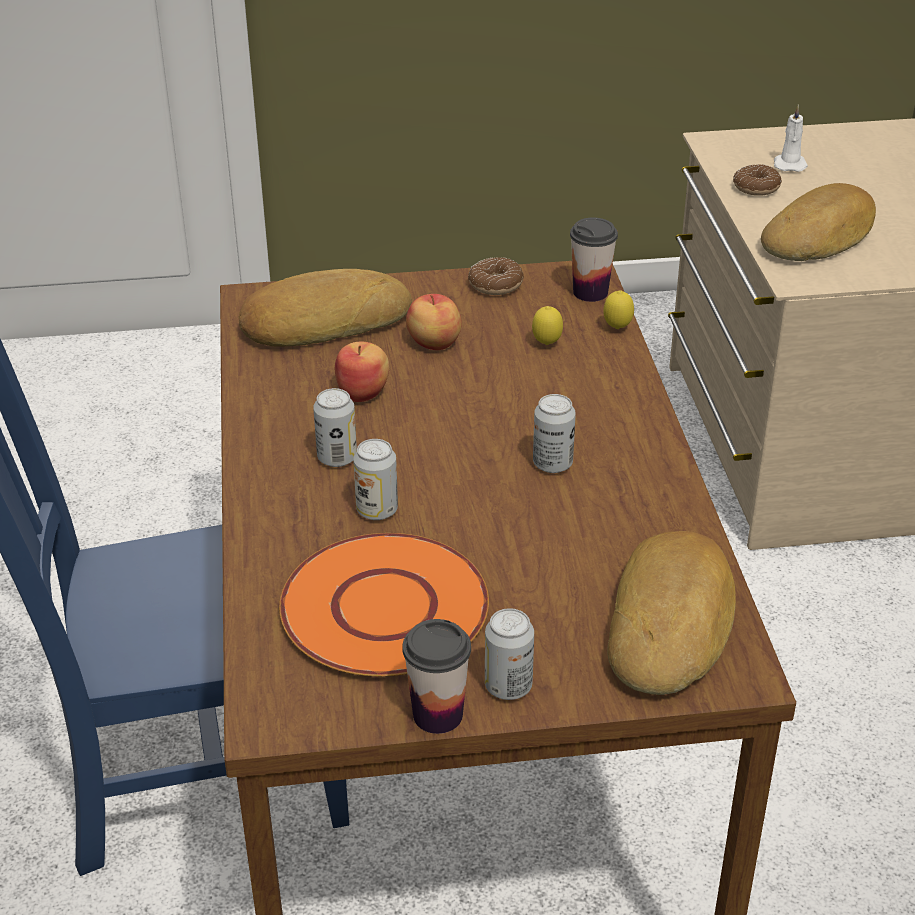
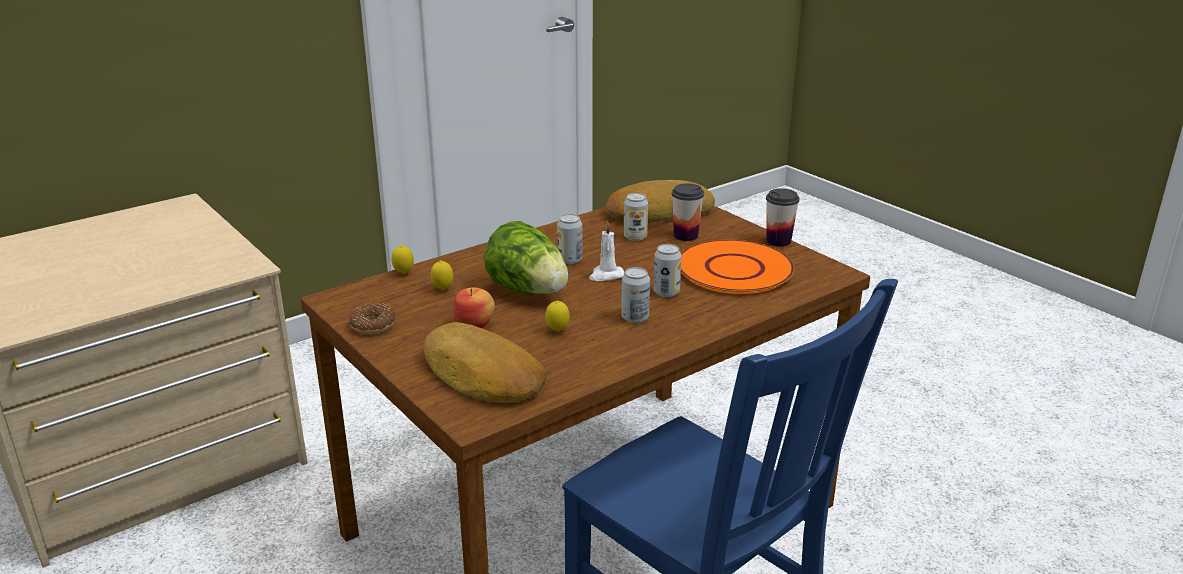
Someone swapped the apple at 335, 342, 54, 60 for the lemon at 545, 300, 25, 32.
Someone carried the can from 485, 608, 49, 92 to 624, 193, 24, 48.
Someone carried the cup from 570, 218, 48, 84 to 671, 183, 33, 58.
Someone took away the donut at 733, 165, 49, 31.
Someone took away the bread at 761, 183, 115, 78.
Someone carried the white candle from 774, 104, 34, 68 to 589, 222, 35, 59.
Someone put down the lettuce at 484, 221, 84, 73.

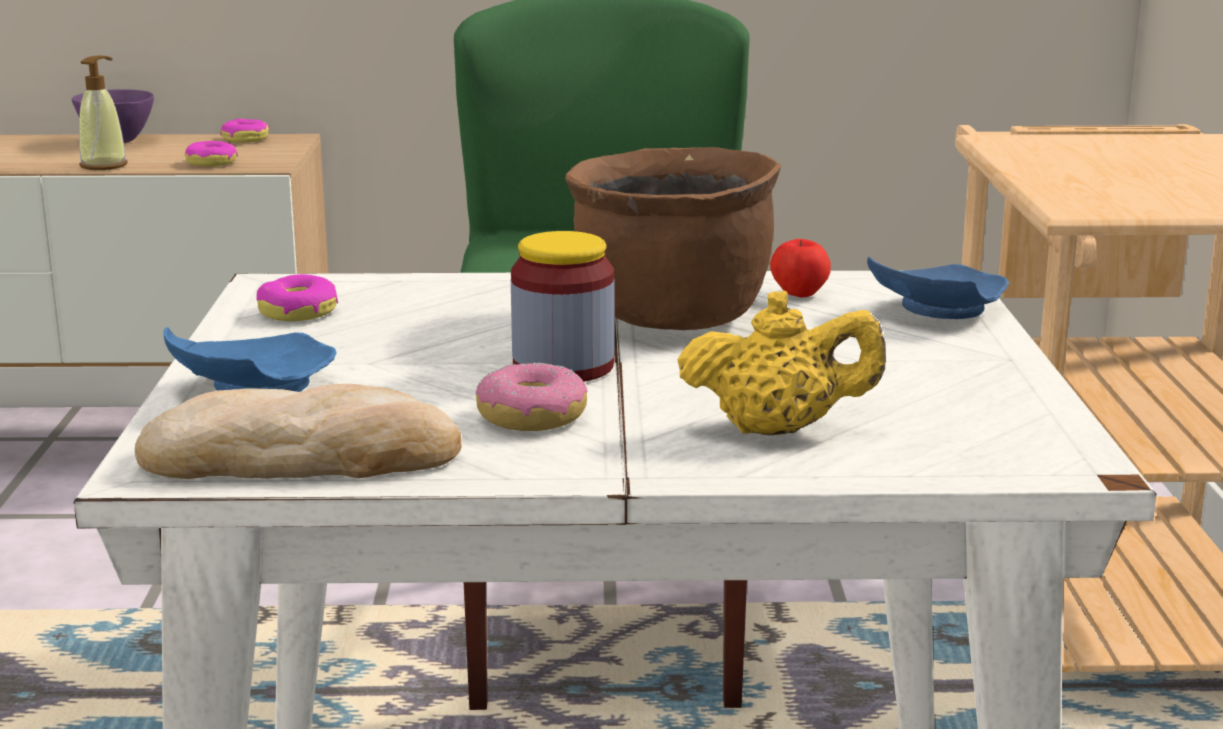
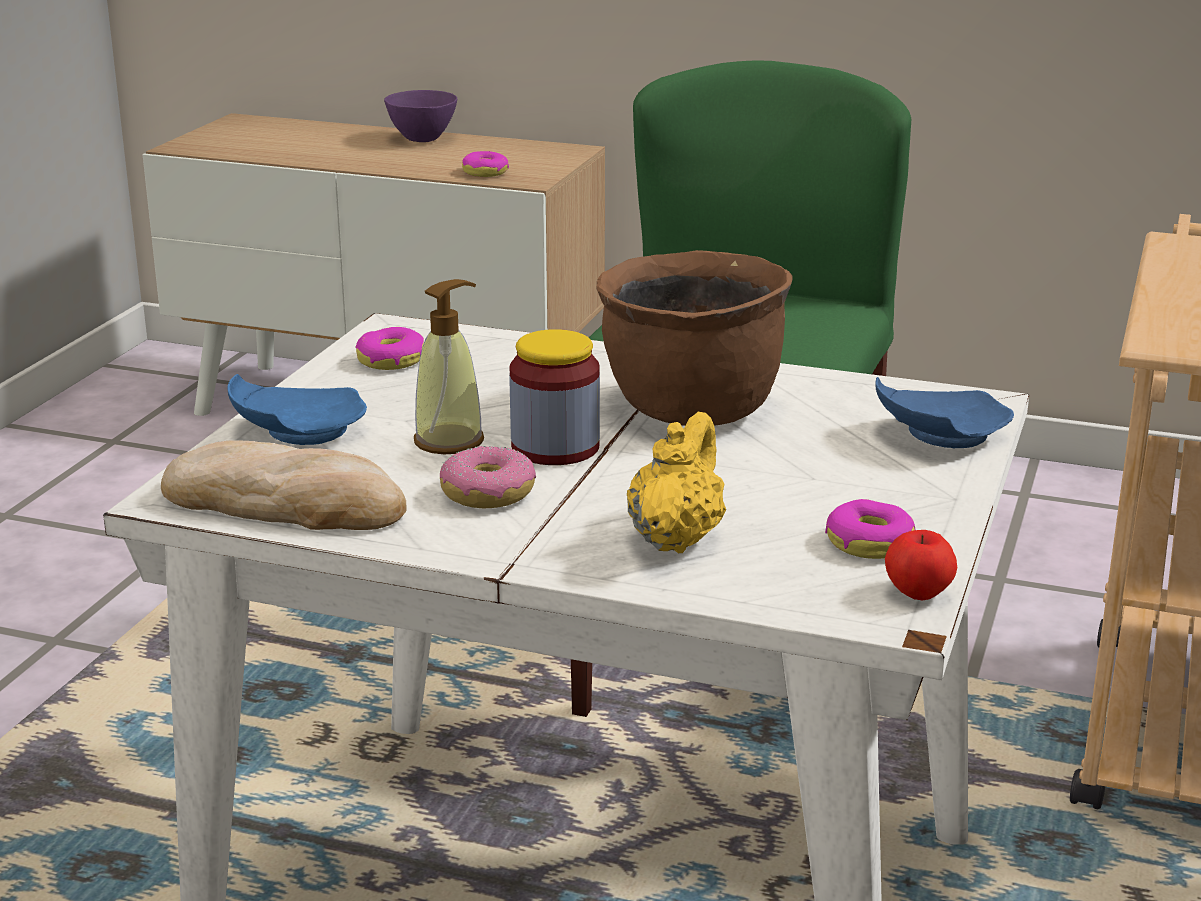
Someone carried the soap dispenser from 79, 55, 49, 115 to 414, 279, 70, 175.
Someone carried the donut from 221, 119, 49, 24 to 825, 499, 90, 60.
Someone rotated the yellow teapot at 677, 291, 209, 145 by 90 degrees counterclockwise.
Someone carried the apple from 770, 239, 61, 59 to 885, 530, 72, 70.

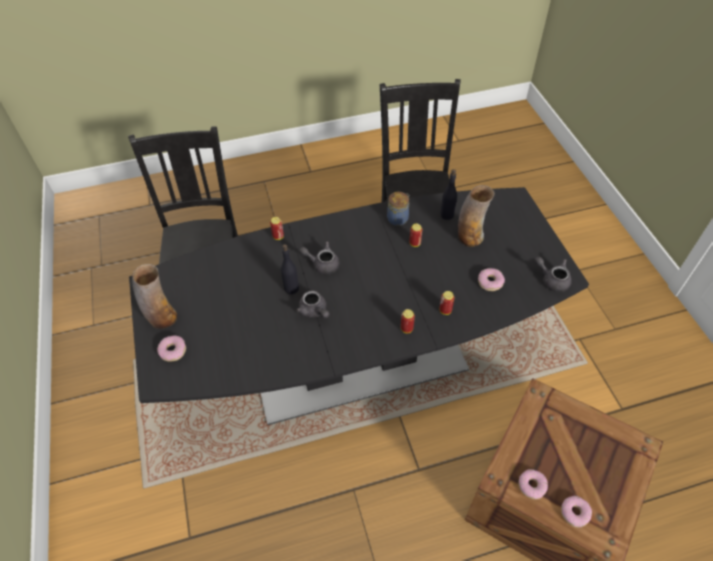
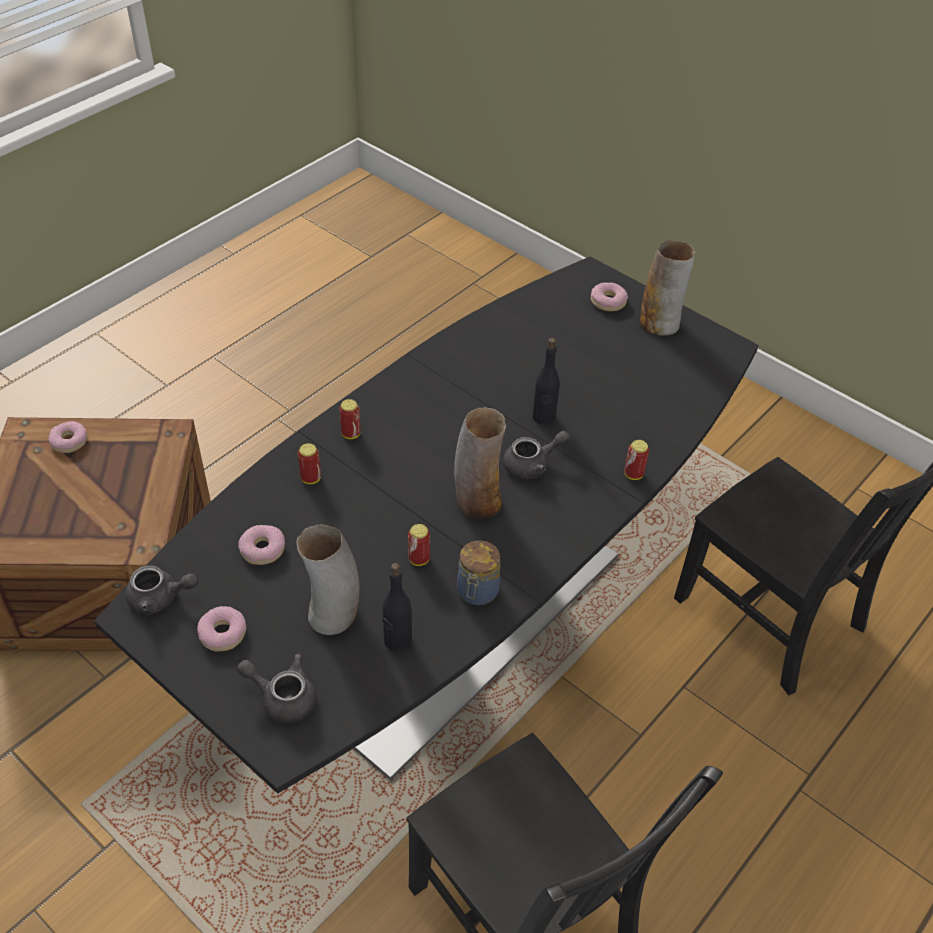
Someone carried the grey teapot from 296, 291, 34, 27 to 237, 653, 80, 70.
Someone carried the donut from 519, 469, 29, 31 to 197, 606, 49, 46.
Someone put down the vase at 454, 407, 52, 112.

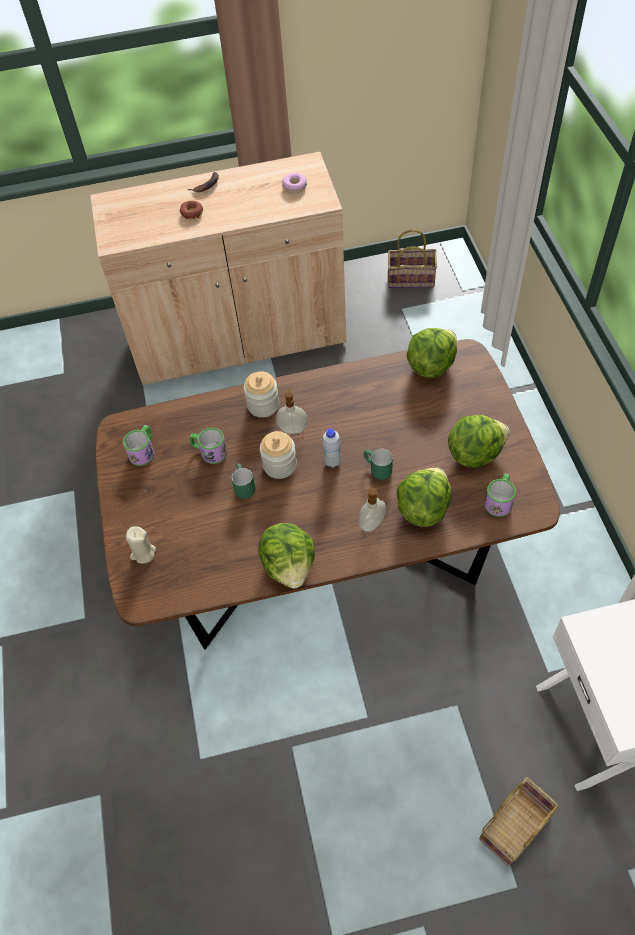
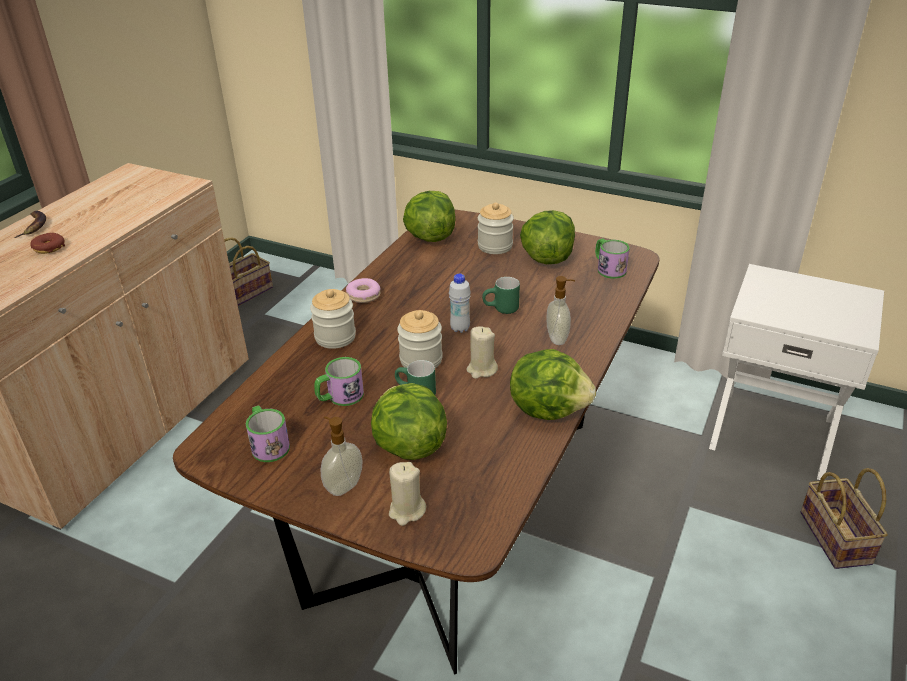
Someone carried the soap dispenser from 276, 387, 32, 47 to 320, 416, 42, 80.
Someone carried the donut from 282, 173, 25, 20 to 346, 278, 34, 25.
Someone carried the lettuce from 397, 467, 54, 60 to 371, 383, 76, 77.
Someone put down the beige candle at 466, 326, 32, 53.
Someone put down the jar at 478, 202, 36, 52.

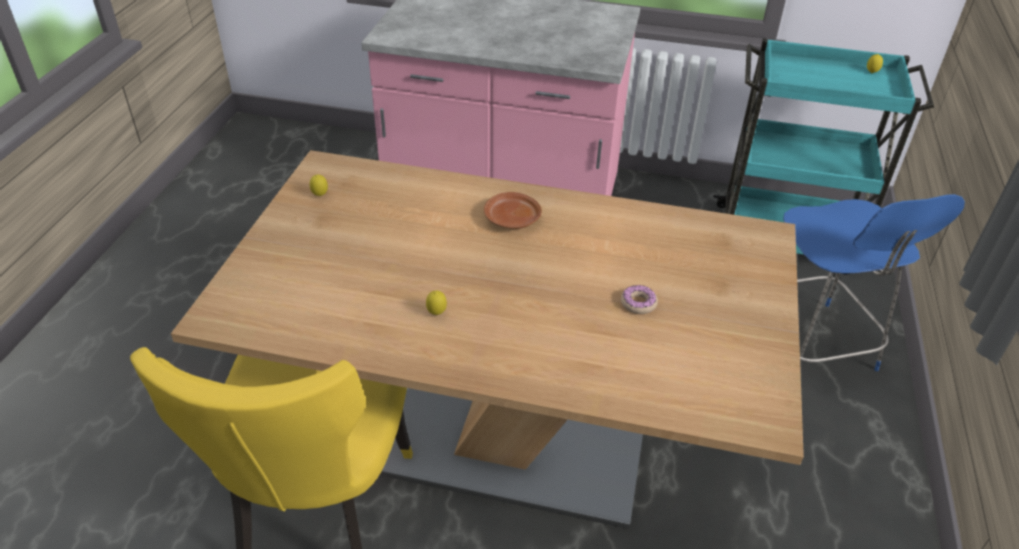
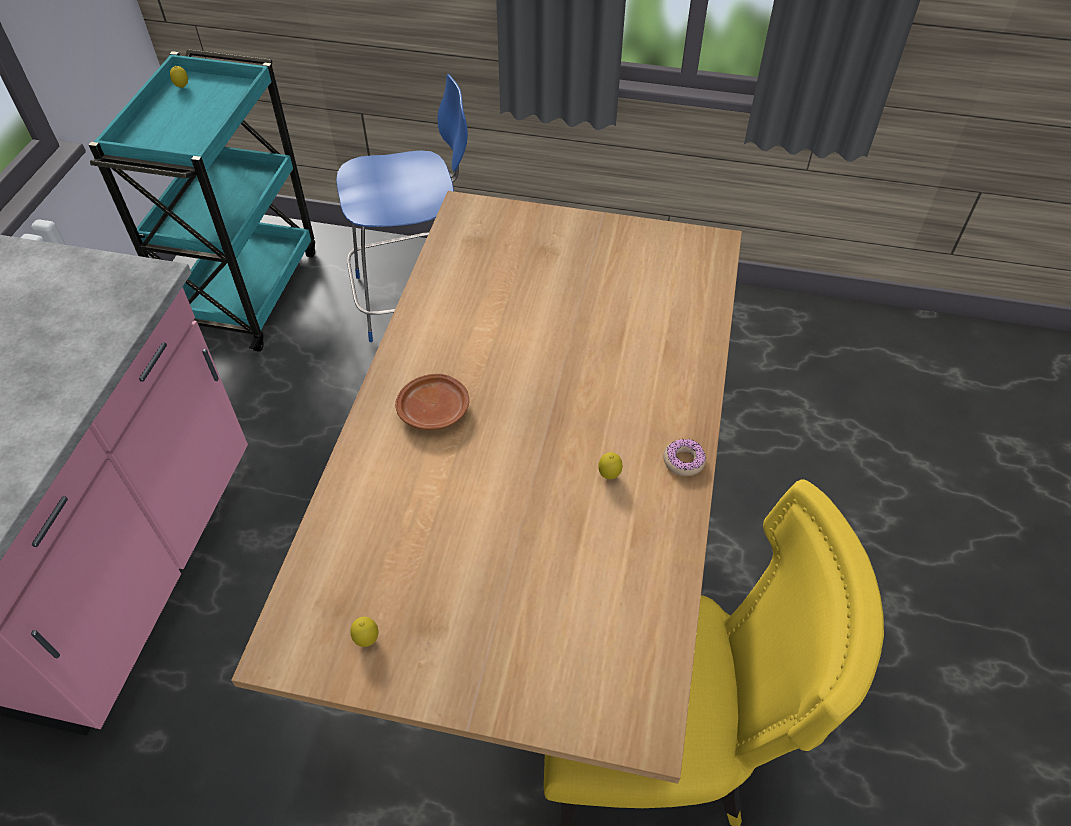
Someone carried the donut from 621, 285, 37, 29 to 663, 439, 43, 37.

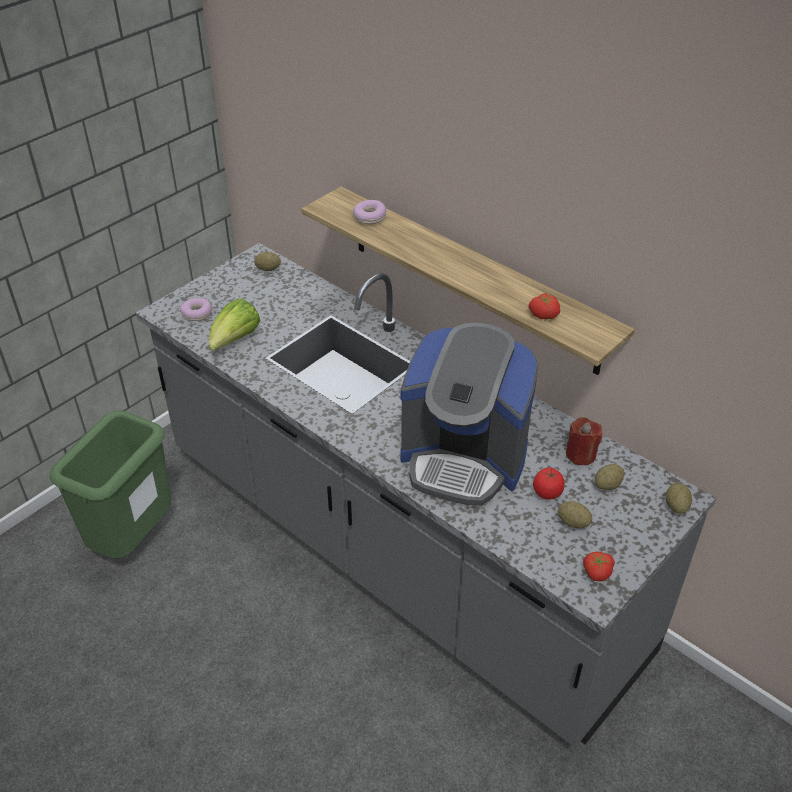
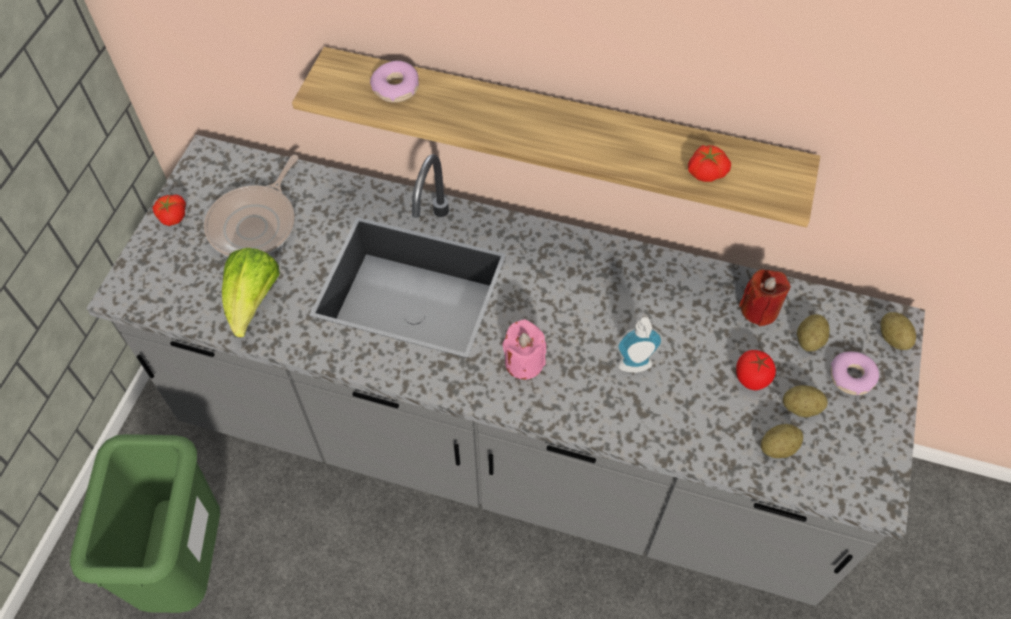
Someone carried the donut from 180, 298, 32, 23 to 831, 352, 48, 43.
Someone carried the potato from 254, 252, 27, 19 to 761, 424, 42, 34.
Someone swapped the coffee machine at 400, 323, 139, 183 for the soap dispenser at 616, 317, 47, 56.
Someone carried the tomato from 583, 552, 32, 29 to 152, 194, 34, 32.
Someone put down the frying pan at 204, 155, 95, 102.
Someone put down the pink candle at 502, 319, 44, 61.

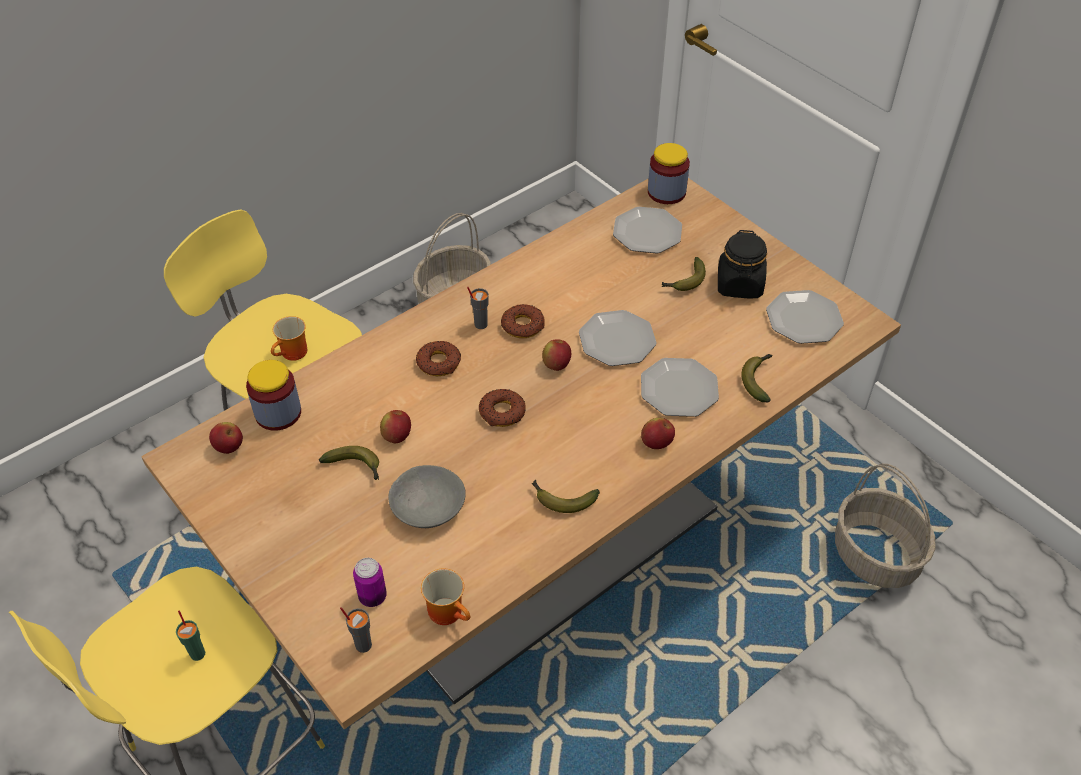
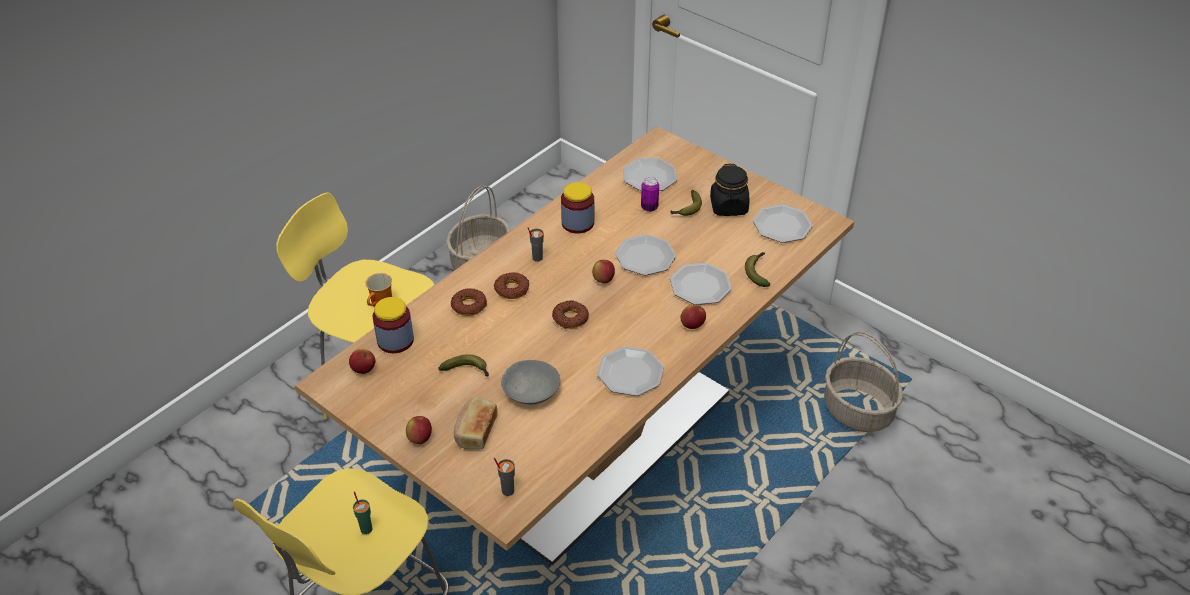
Someone carried the can from 353, 558, 34, 49 to 641, 177, 18, 35.
Someone carried the apple from 380, 410, 31, 33 to 406, 416, 26, 28.
Someone took away the mug at 421, 568, 49, 57.
Someone carried the donut from 501, 304, 44, 34 to 451, 288, 36, 28.
Someone swapped the banana at 532, 480, 68, 33 for the plate at 597, 346, 67, 50.
Someone carried the jar from 648, 143, 42, 61 to 561, 182, 33, 52.
Someone put down the bread at 454, 397, 43, 52.

